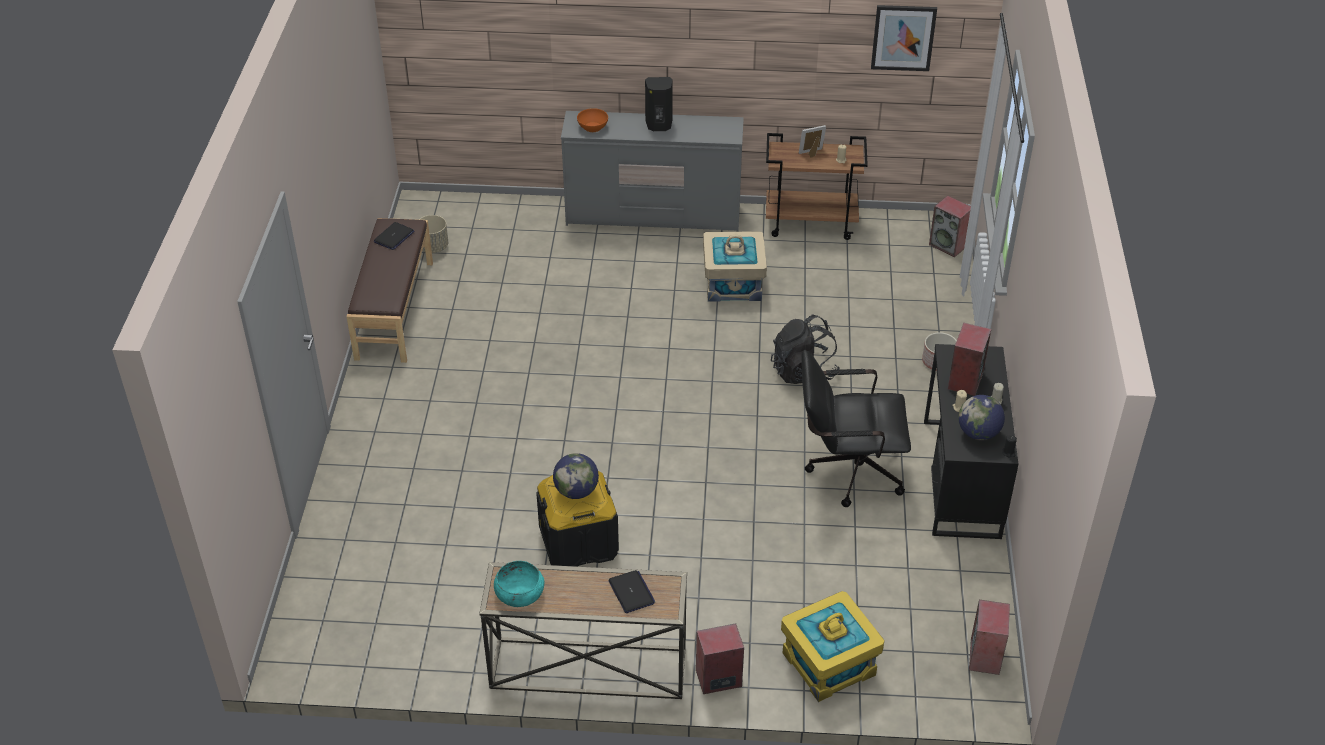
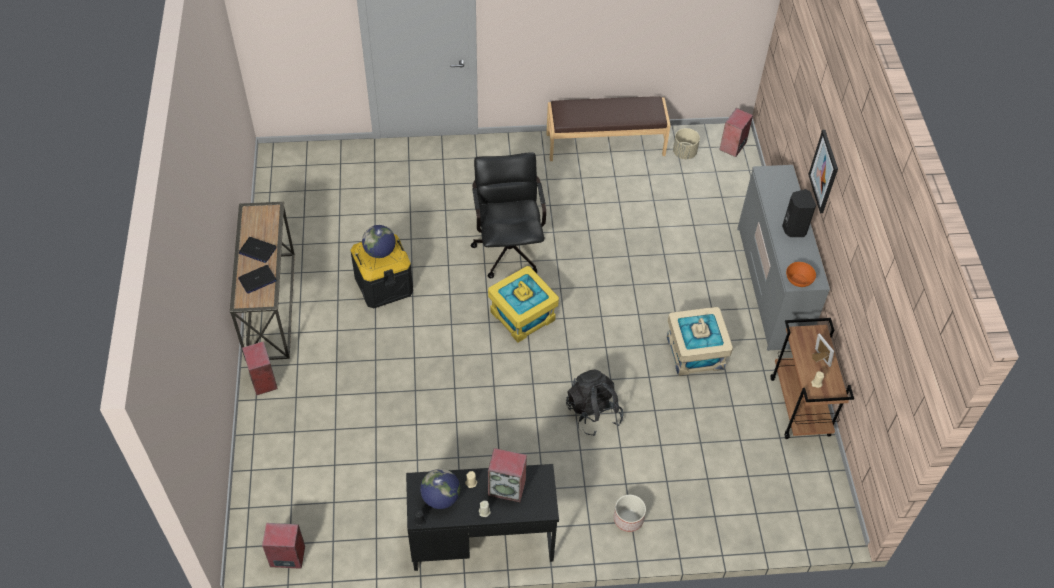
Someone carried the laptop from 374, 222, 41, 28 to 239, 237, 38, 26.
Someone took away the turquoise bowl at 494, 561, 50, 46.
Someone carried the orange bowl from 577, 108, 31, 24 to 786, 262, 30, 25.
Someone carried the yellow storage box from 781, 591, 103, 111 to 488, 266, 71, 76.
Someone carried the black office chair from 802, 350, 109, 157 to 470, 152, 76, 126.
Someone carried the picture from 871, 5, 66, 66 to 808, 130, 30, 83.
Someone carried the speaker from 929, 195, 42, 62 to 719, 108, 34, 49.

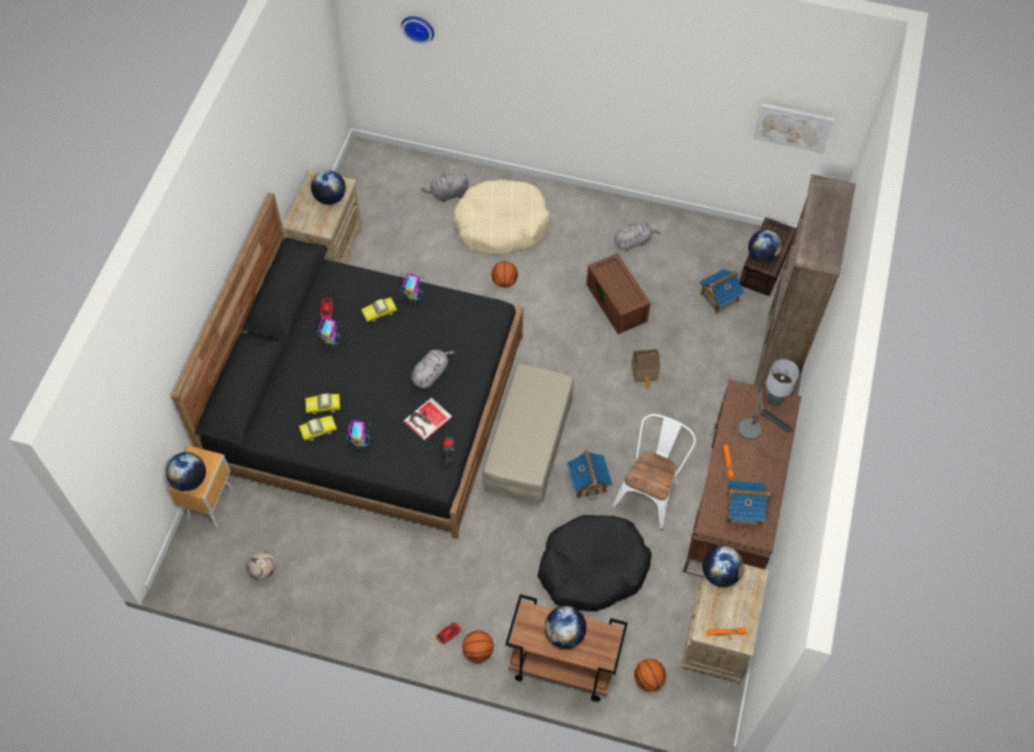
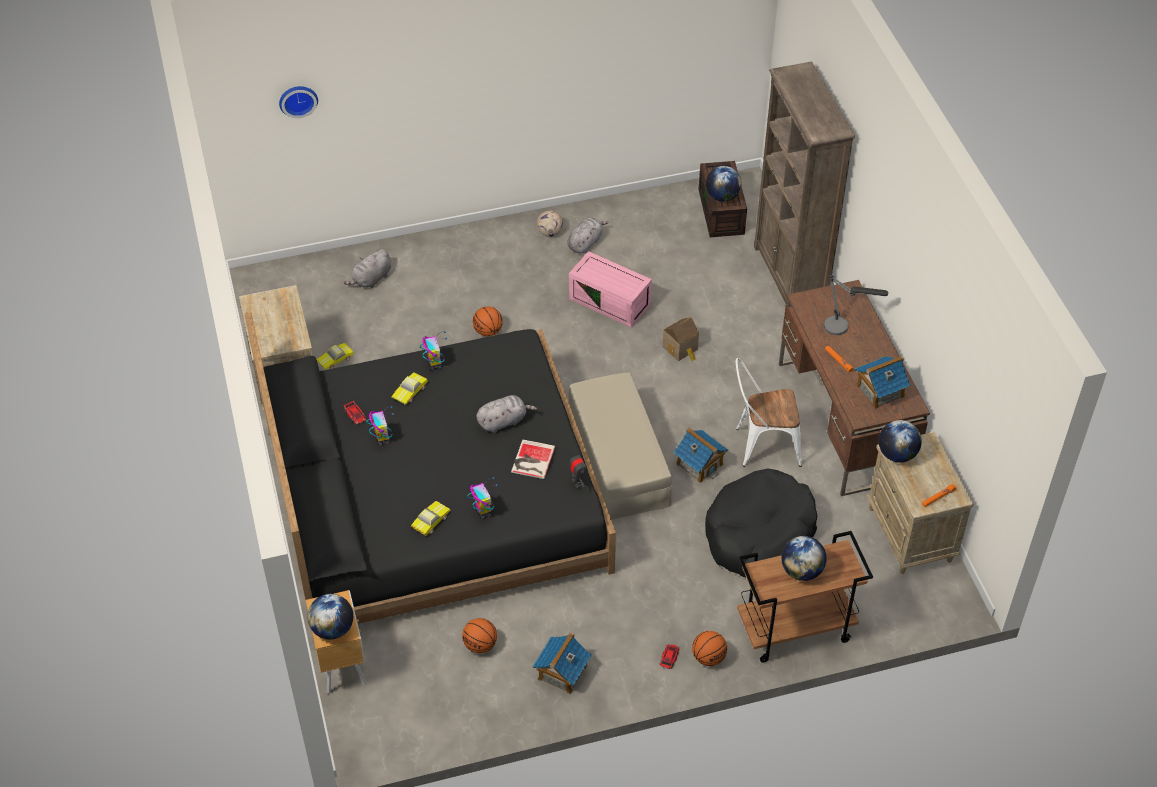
Someone carried the football from 248, 551, 28, 28 to 537, 210, 26, 27.
Someone carried the toy car from 305, 394, 35, 20 to 316, 343, 38, 27.
Someone took away the globe at 311, 170, 35, 35.
Someone rotated the grey plush toy at 411, 349, 44, 40 by 60 degrees clockwise.
Someone took away the beige dog bed at 452, 179, 99, 76.
Someone repainted the brown storage box at 586, 253, 65, 81, which became the pink storage box at 569, 251, 83, 77.
Someone rotated the white chair at 612, 414, 84, 116 by 90 degrees counterclockwise.
Someone carried the basketball from 634, 659, 32, 32 to 462, 618, 35, 35.
Someone carried the toy house from 699, 269, 45, 44 to 532, 632, 59, 62.
Someone took away the picture at 753, 103, 81, 51.
Someone took away the grey table lamp at 766, 359, 33, 48.

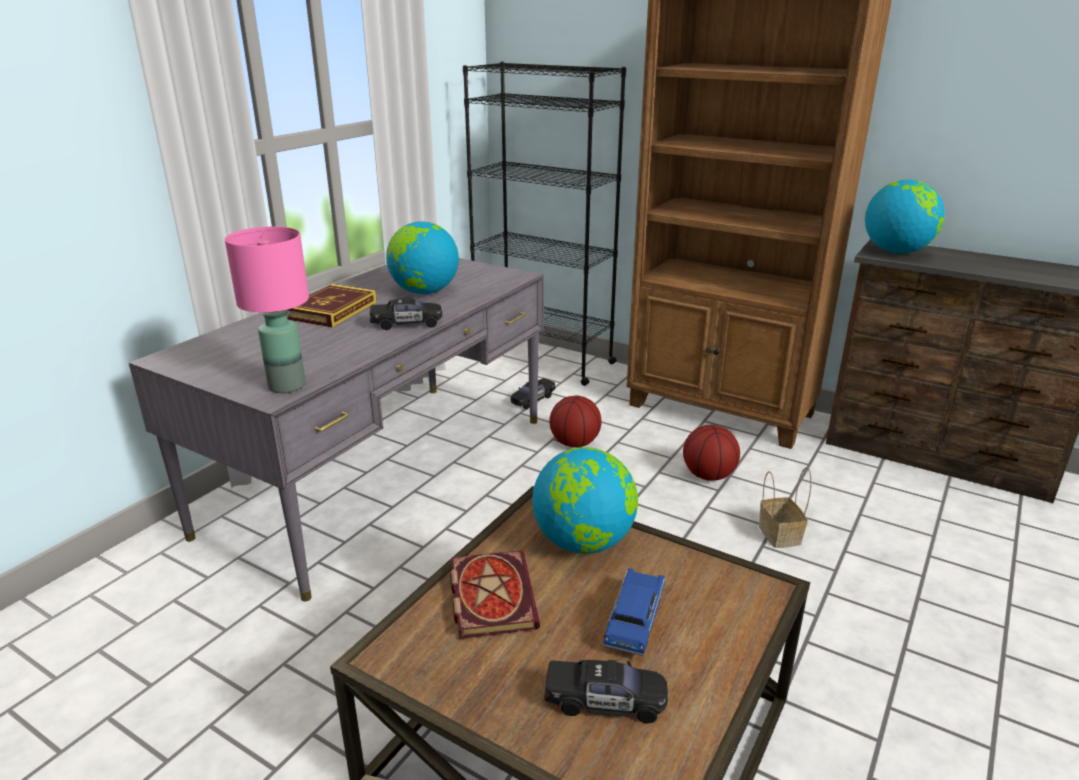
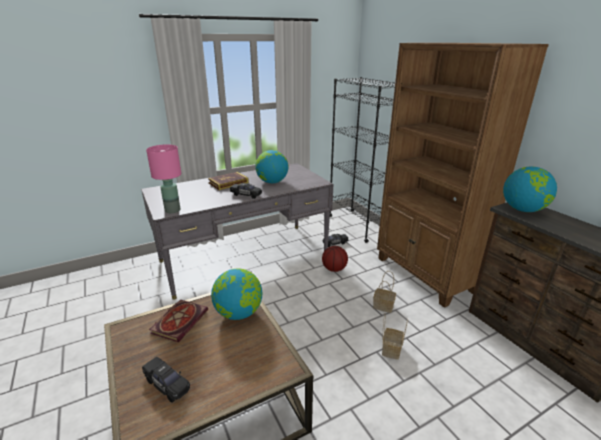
Someone took away the blue toy car at 603, 569, 62, 87.
Someone swapped the basketball at 683, 425, 57, 56 for the basket at 373, 271, 23, 42.

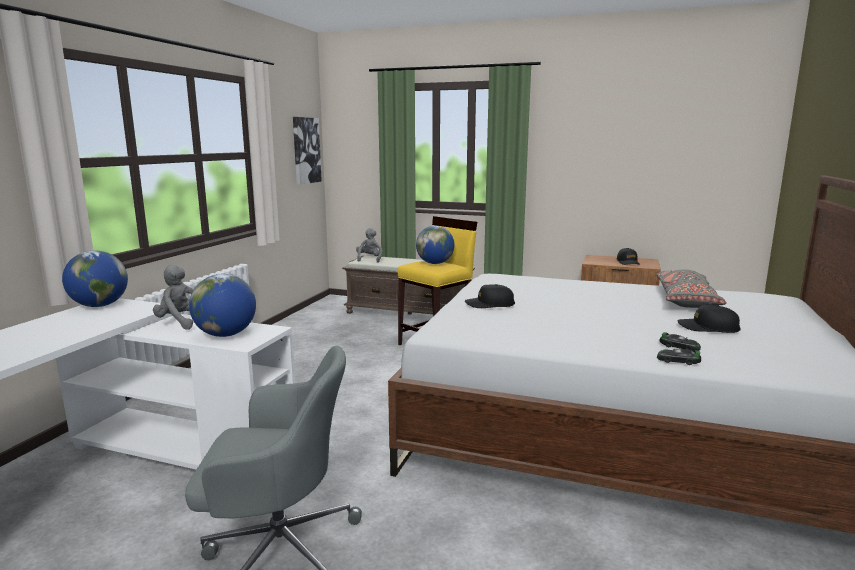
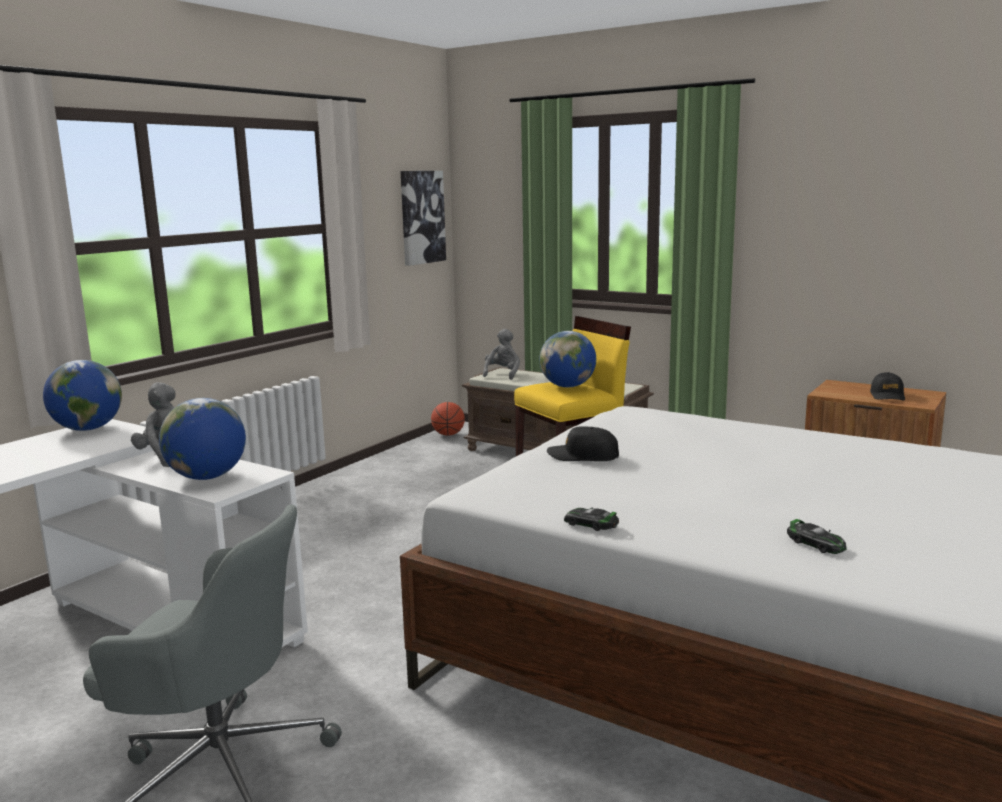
Someone took away the grey pillow at 656, 269, 71, 39.
Someone carried the toy car from 657, 349, 44, 16 to 564, 507, 55, 24.
Someone took away the black cap at 677, 305, 64, 28.
Someone put down the basketball at 431, 402, 34, 34.

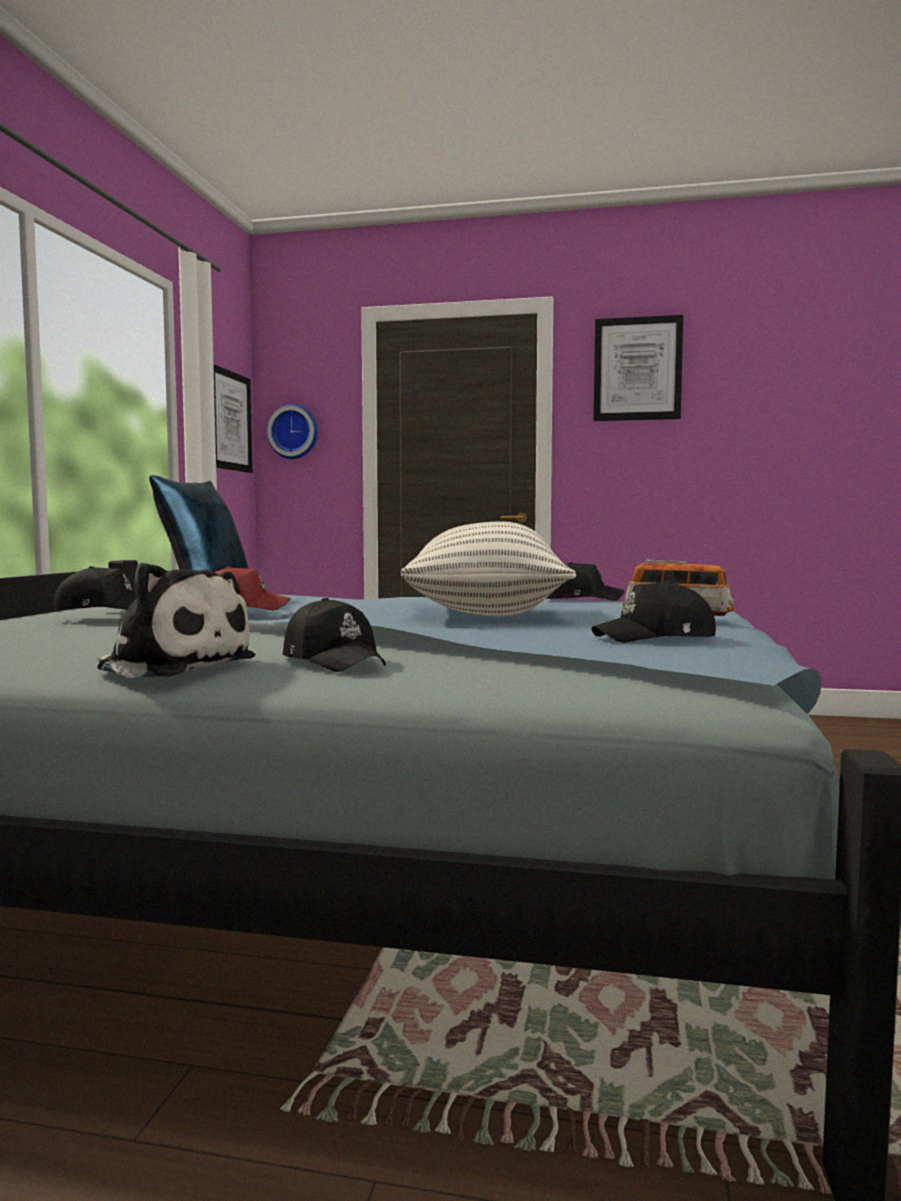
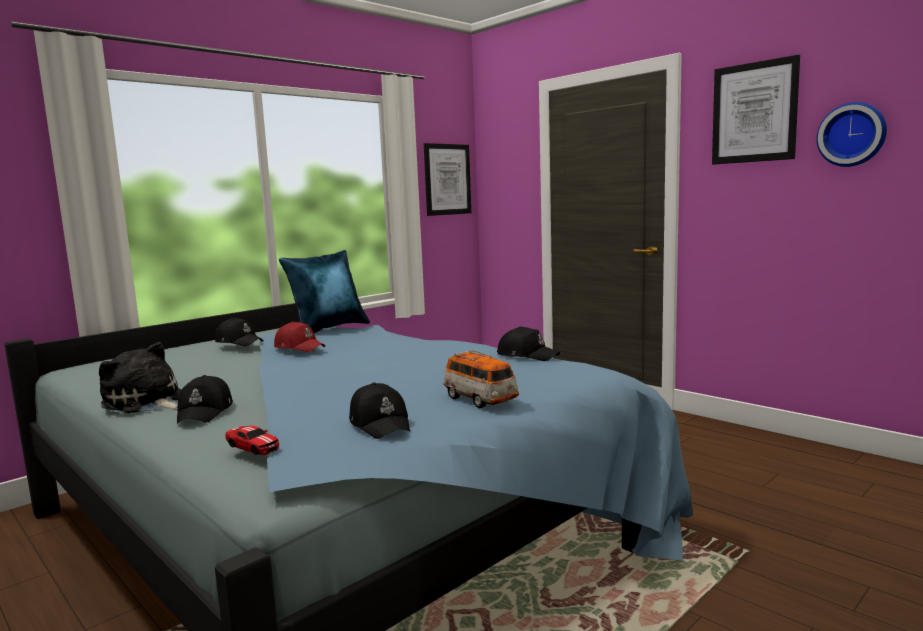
Someone rotated the plush toy at 97, 562, 158, 116 by 150 degrees clockwise.
Someone carried the wall clock from 267, 404, 51, 55 to 817, 102, 70, 65.
Someone took away the pillow at 400, 521, 176, 96.
Someone rotated the black cap at 592, 580, 124, 63 by 135 degrees counterclockwise.
Someone put down the toy car at 225, 426, 54, 29.

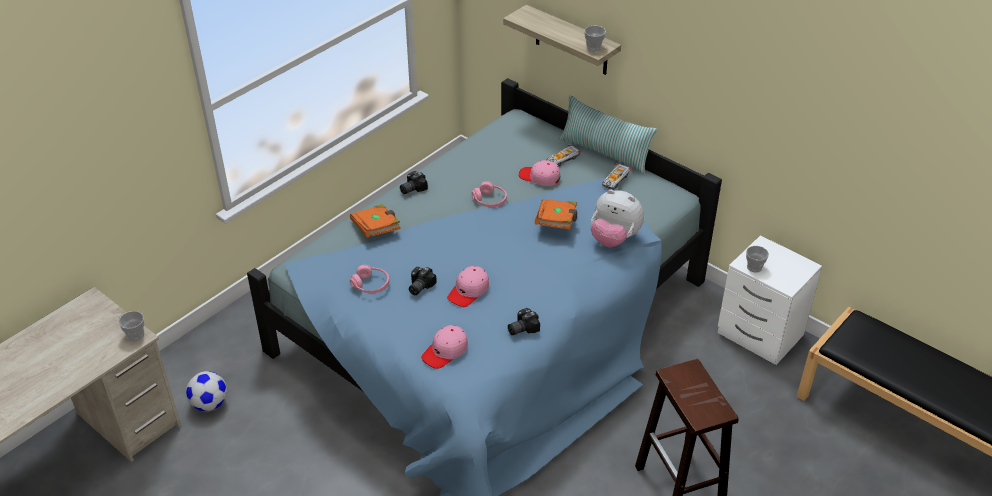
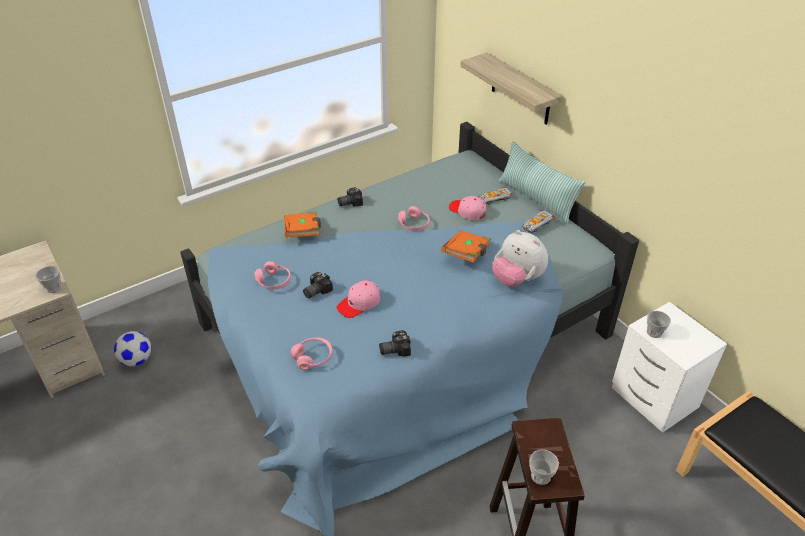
Someone swapped the pink cap at 421, 325, 47, 44 for the pink headphones at 291, 337, 41, 33.
Someone carried the cup from 584, 25, 22, 26 to 529, 450, 30, 35.

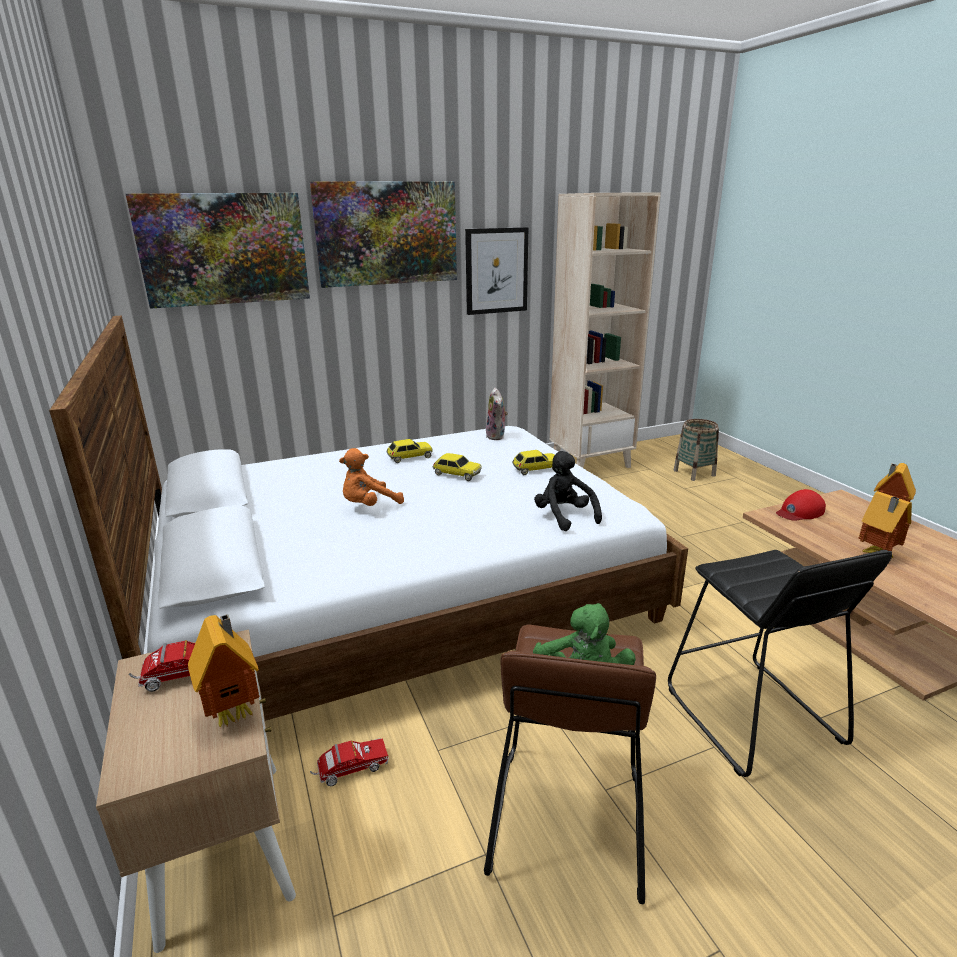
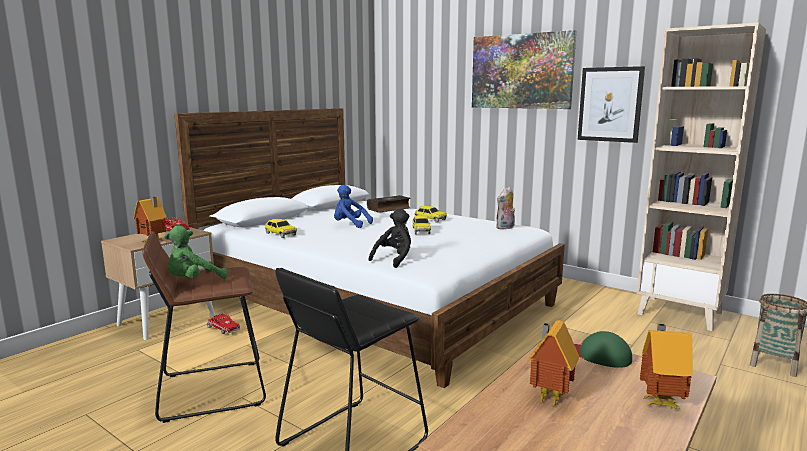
Someone took away the picture at 126, 193, 184, 116.
Someone repainted the orange plush toy at 339, 448, 65, 58, which became the blue plush toy at 334, 185, 39, 43.
Someone carried the toy car from 512, 450, 43, 25 to 265, 219, 32, 19.
Someone repainted the red cap at 776, 489, 50, 32, which became the green cap at 574, 331, 58, 37.
Someone put down the book at 367, 195, 43, 18.

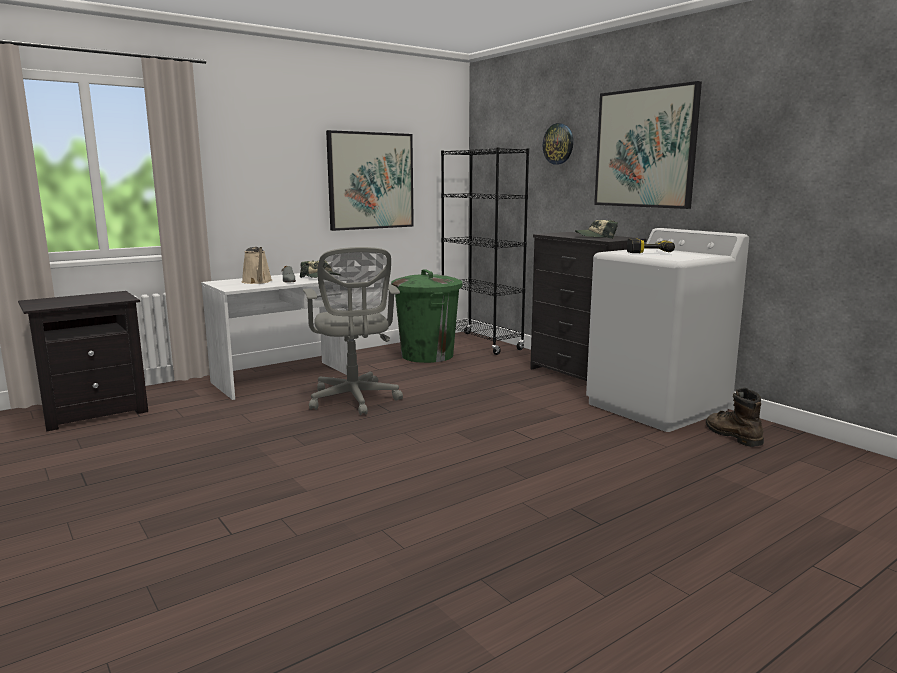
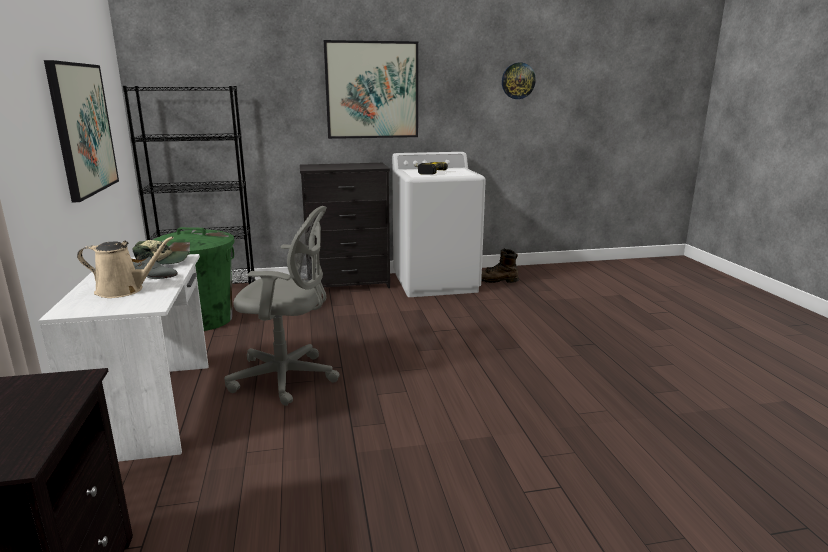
Someone carried the wall clock from 543, 123, 30, 42 to 502, 62, 34, 37.
Someone took away the cap at 575, 220, 43, 19.

